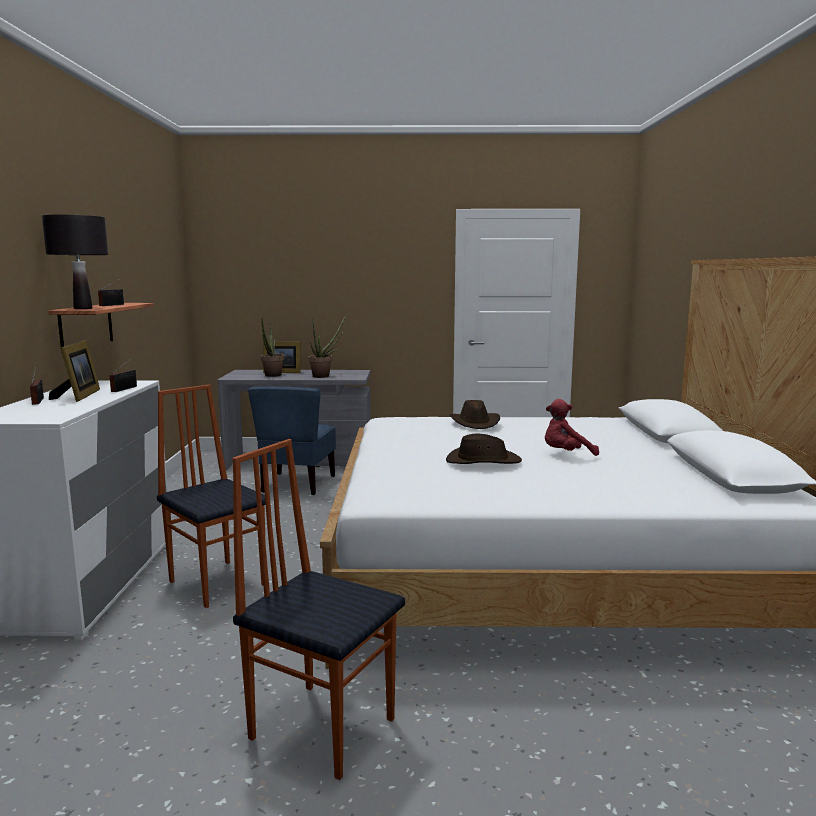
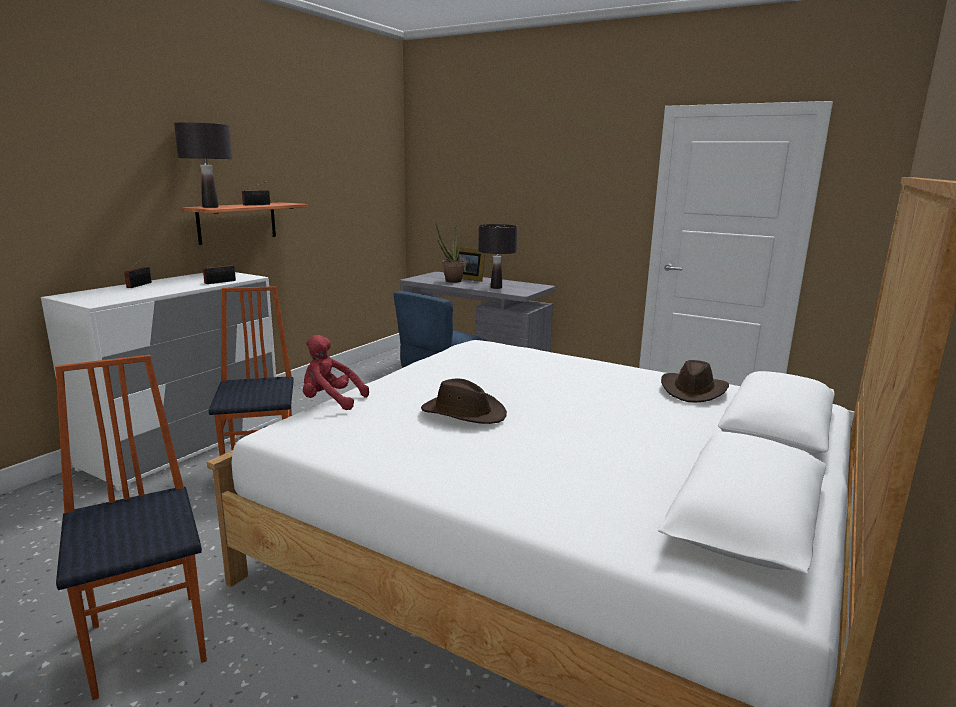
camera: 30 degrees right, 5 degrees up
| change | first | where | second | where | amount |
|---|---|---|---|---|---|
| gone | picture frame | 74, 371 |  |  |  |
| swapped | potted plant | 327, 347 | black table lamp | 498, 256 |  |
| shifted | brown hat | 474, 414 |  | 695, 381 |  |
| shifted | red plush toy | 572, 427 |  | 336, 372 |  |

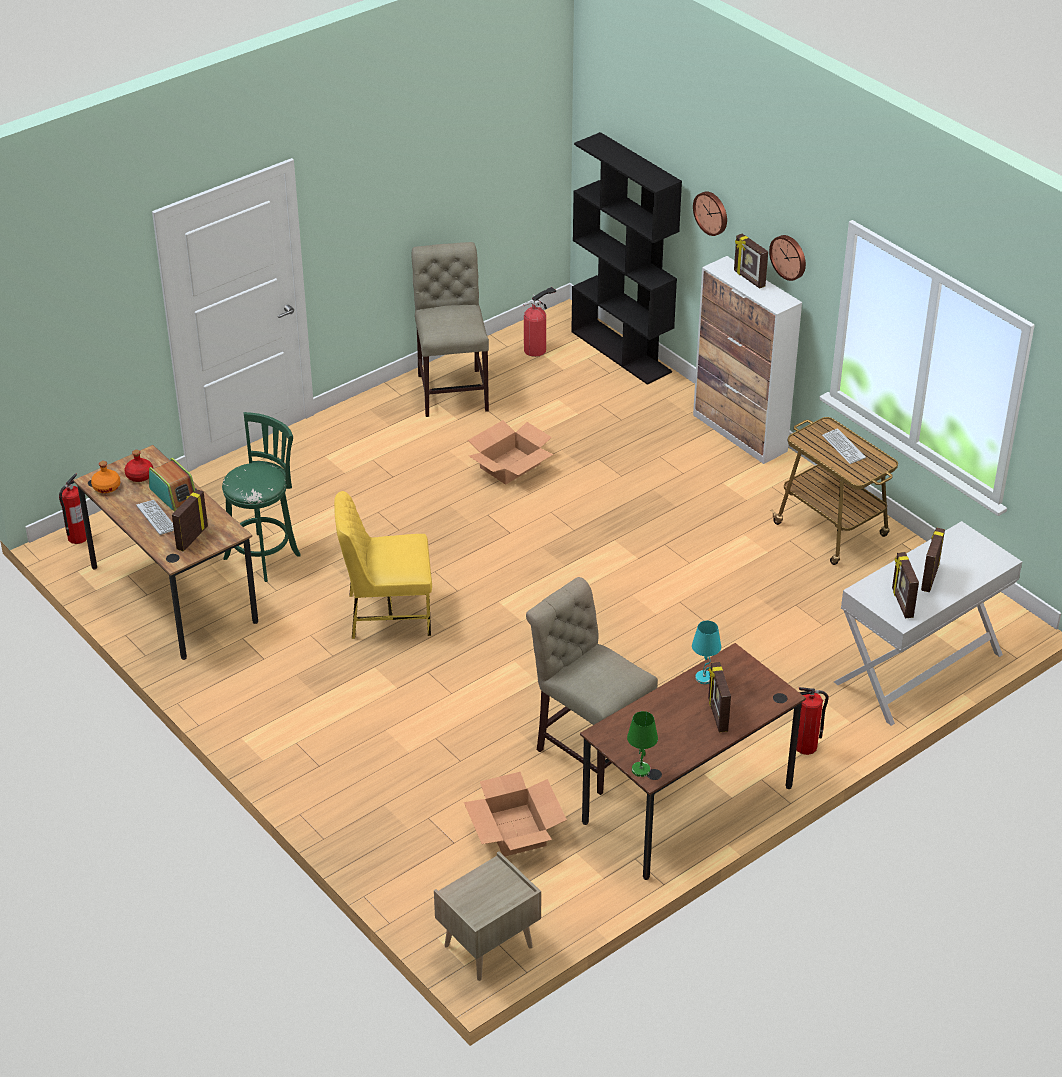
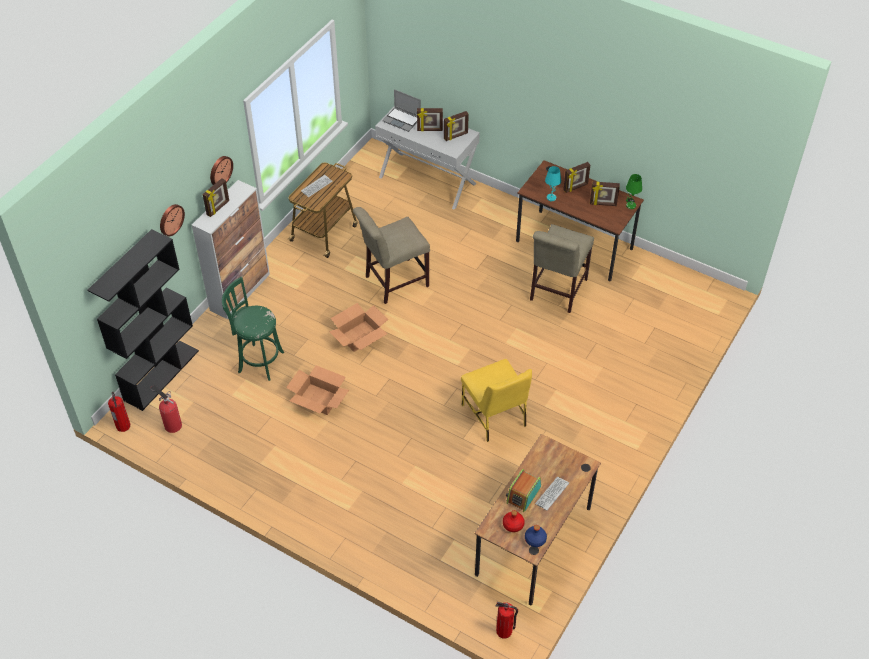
camera: 110 degrees left, 10 degrees up
| change | first | where | second | where | amount |
|---|---|---|---|---|---|
| repainted | orange bottle | 105, 477 | blue bottle | 536, 536 |  |
| shifted | picture frame | 190, 520 |  | 605, 193 |  |
| shifted | green stool | 261, 497 |  | 253, 329 |  |
| shifted | beige chair | 450, 329 |  | 391, 255 |  |
| gone | beige nightstand | 487, 916 |  |  |  |
| shifted | cardboard box | 515, 814 |  | 358, 327 |  |
| shifted | fire extinguisher | 812, 721 |  | 119, 411 |  |
| new |  |  | laptop | 401, 110 |  |

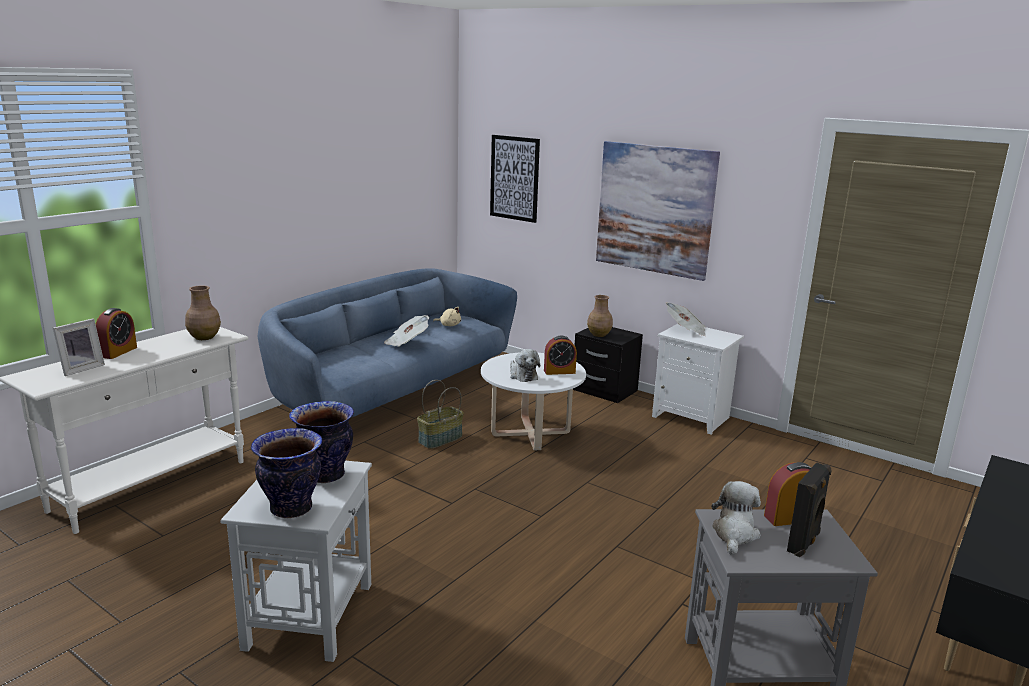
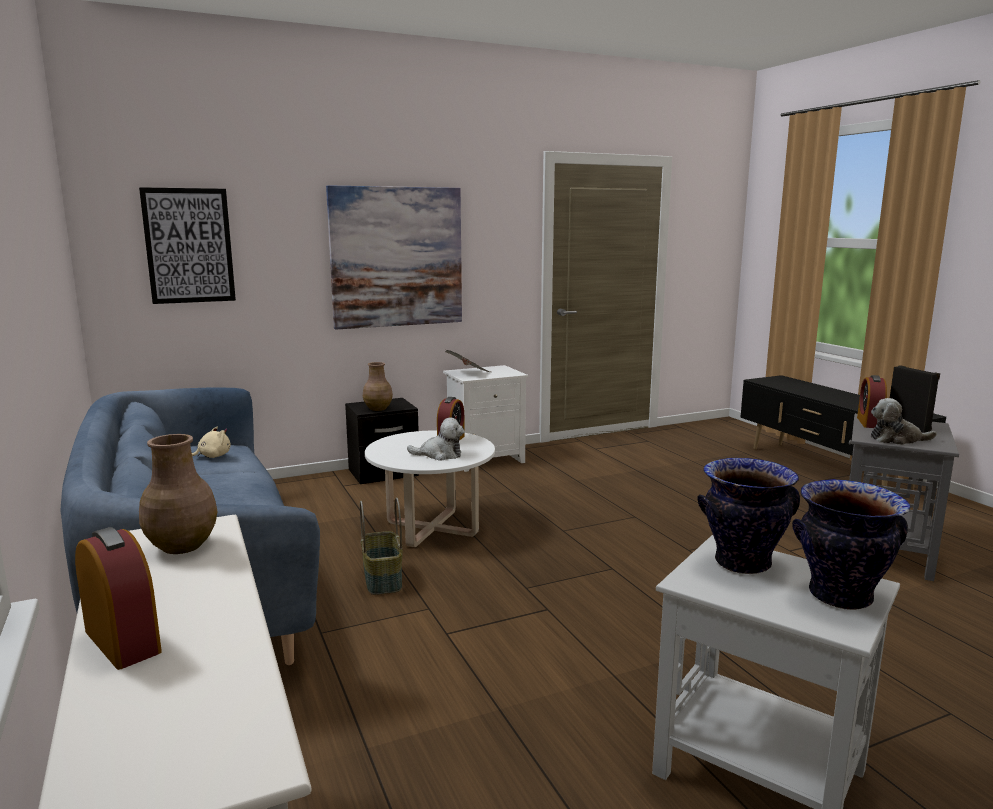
camera: 60 degrees left, 5 degrees down
| change | first | where | second | where | amount |
|---|---|---|---|---|---|
| gone | picture frame | 79, 347 |  |  |  |
| gone | newspaper | 407, 331 |  |  |  |
| rotated | plush toy | 736, 518 |  | 904, 421 | 45 degrees counterclockwise |

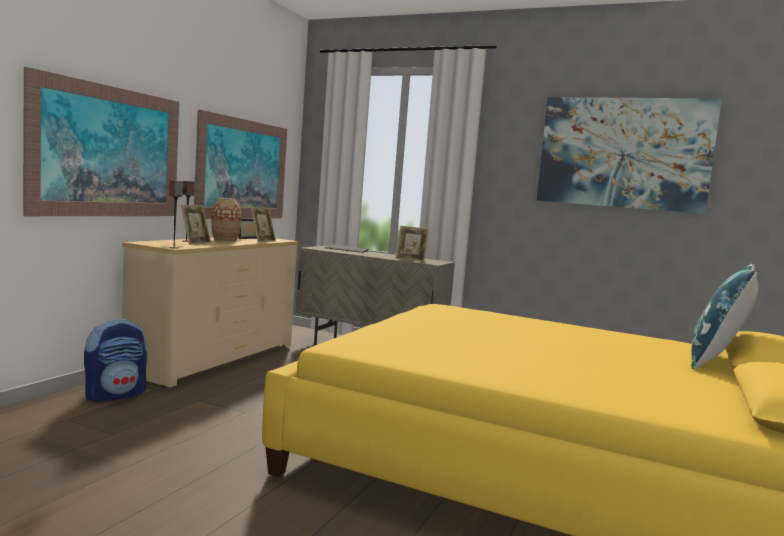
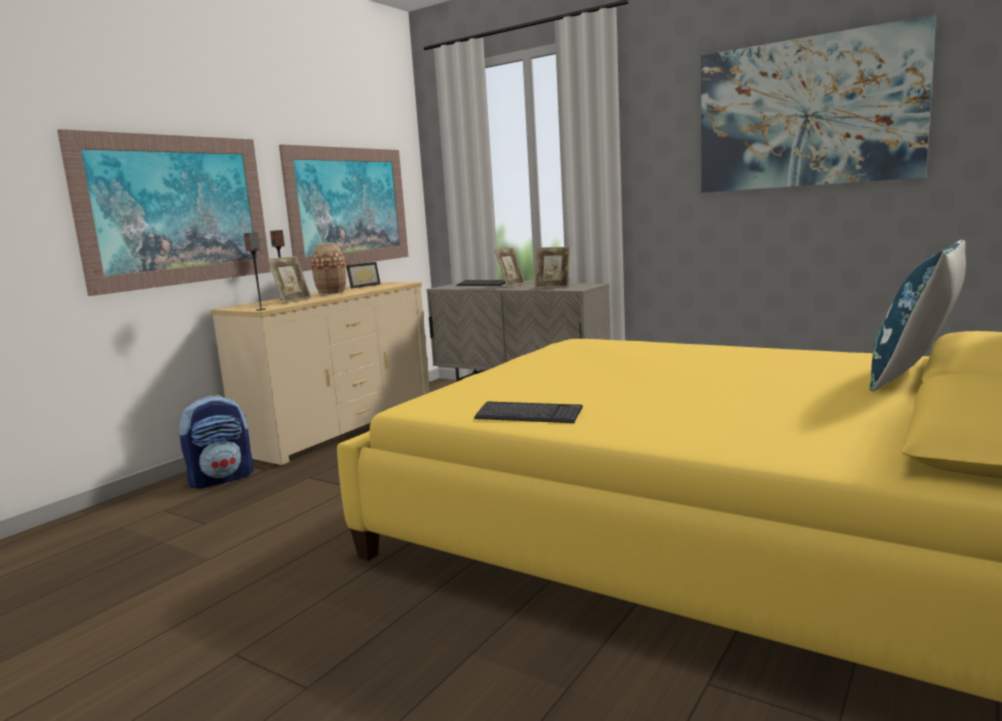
camera: 10 degrees right, 5 degrees up
| change | first | where | second | where | amount |
|---|---|---|---|---|---|
| shifted | picture frame | 263, 224 |  | 510, 267 |  |
| new |  |  | keyboard | 528, 412 |  |

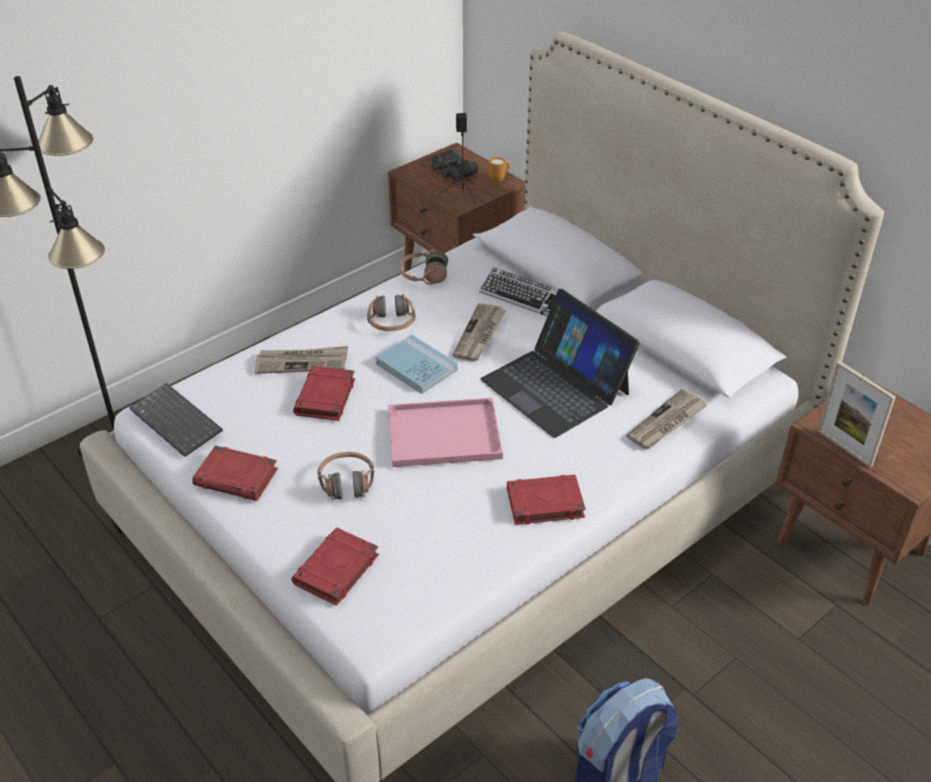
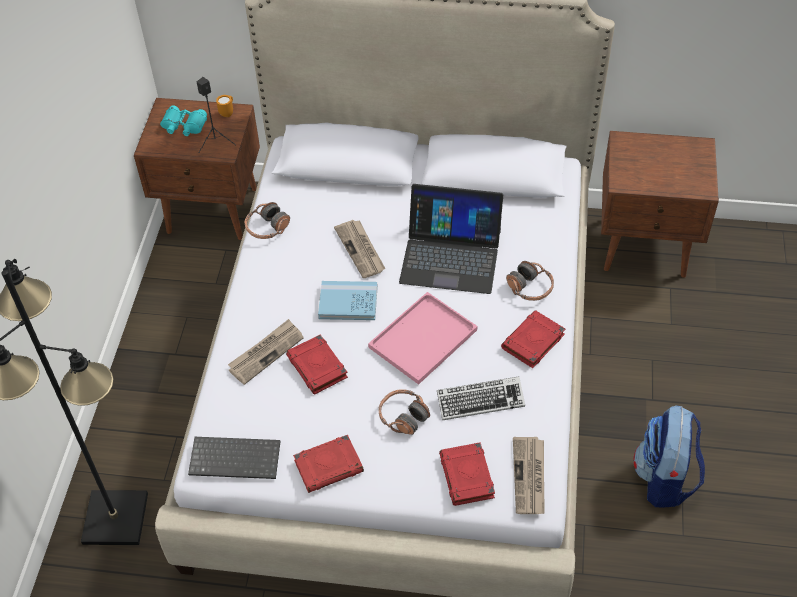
camera: 40 degrees left, 10 degrees up
| change | first | where | second | where | amount |
|---|---|---|---|---|---|
| shifted | headphones | 391, 312 |  | 530, 281 |  |
| repainted | black binoculars | 454, 165 | turquoise binoculars | 183, 121 |  |
| shifted | keyboard | 518, 291 |  | 481, 398 |  |
| shifted | newspaper | 666, 419 |  | 529, 475 |  |
| gone | picture frame | 857, 414 |  |  |  |

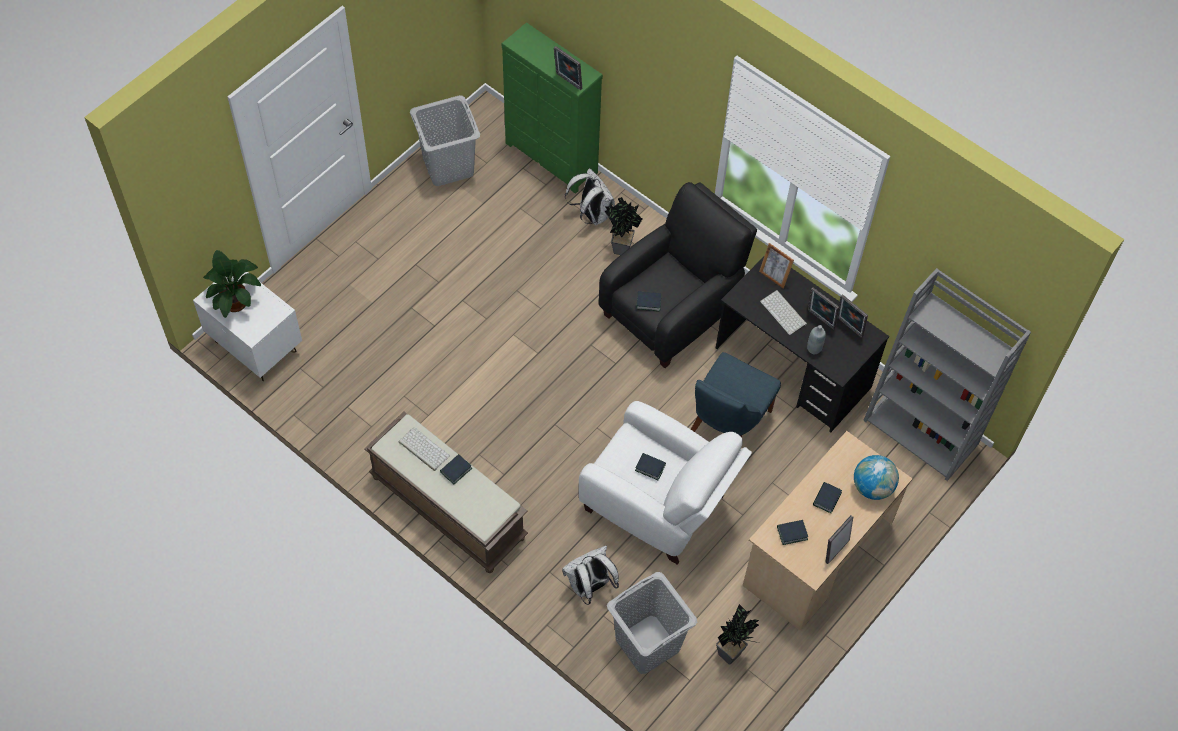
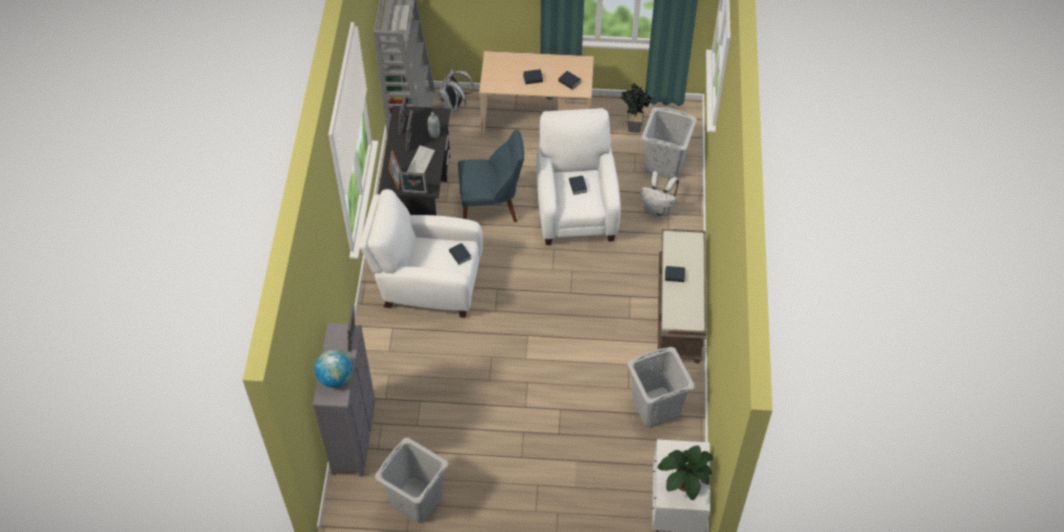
camera: 125 degrees left, 5 degrees down
| change | first | where | second | where | amount |
|---|---|---|---|---|---|
| shifted | keyboard | 424, 449 |  | 400, 18 |  |
| repainted | green dresser | 552, 108 | grey dresser | 344, 400 |  |
| shifted | white backpack | 590, 196 |  | 456, 90 |  |
| repainted | black armchair | 678, 275 | white armchair | 421, 253 |  |
| gone | potted plant | 623, 226 |  |  |  |
| shifted | picture frame | 839, 539 |  | 413, 183 |  |
| shifted | globe | 876, 477 |  | 333, 369 |  |
| new |  |  | grey laundry basket | 661, 387 |  |

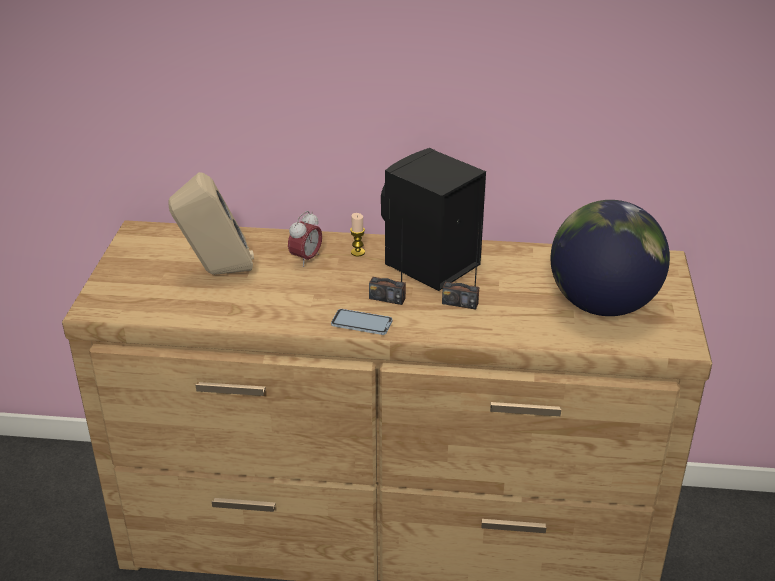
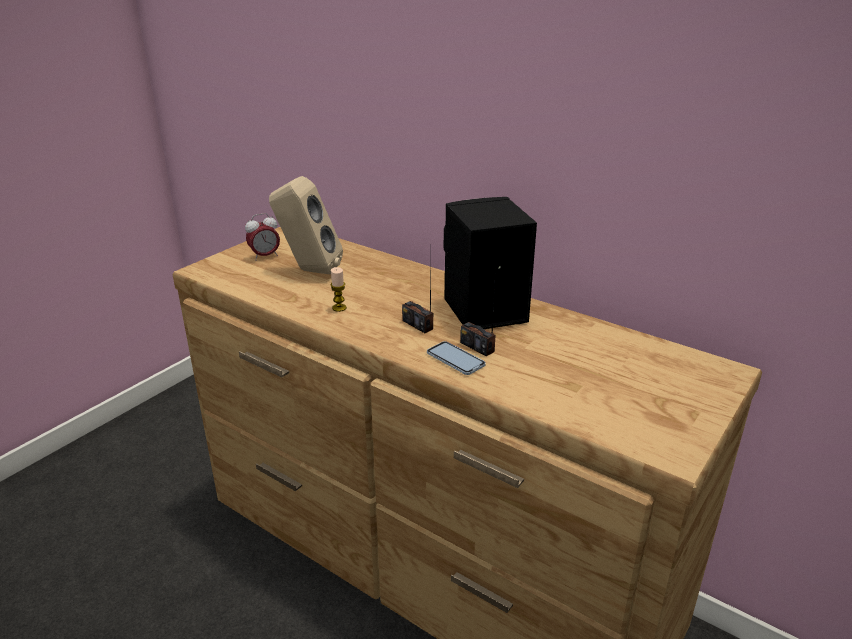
camera: 30 degrees right, 5 degrees down
| change | first | where | second | where | amount |
|---|---|---|---|---|---|
| shifted | alarm clock | 305, 239 |  | 262, 237 |  |
| shifted | phone | 361, 322 |  | 456, 358 |  |
| shifted | candle | 357, 234 |  | 338, 289 |  |
| gone | globe | 610, 258 |  |  |  |

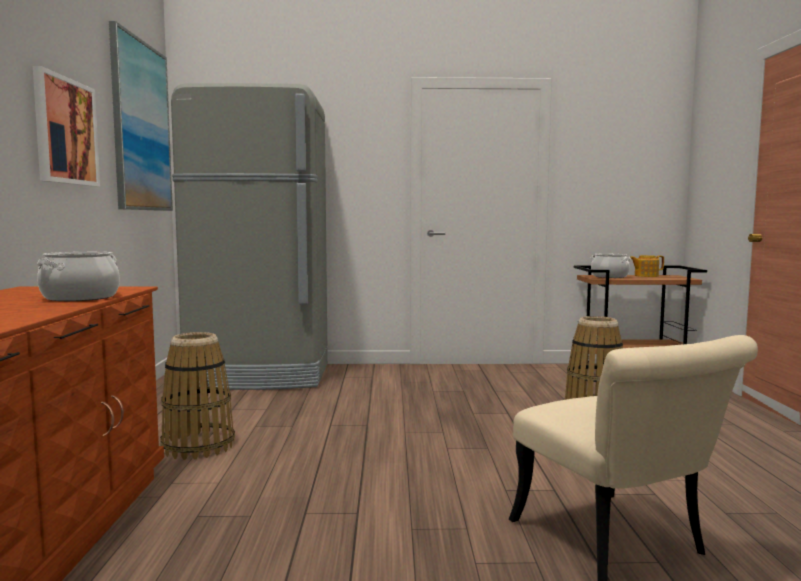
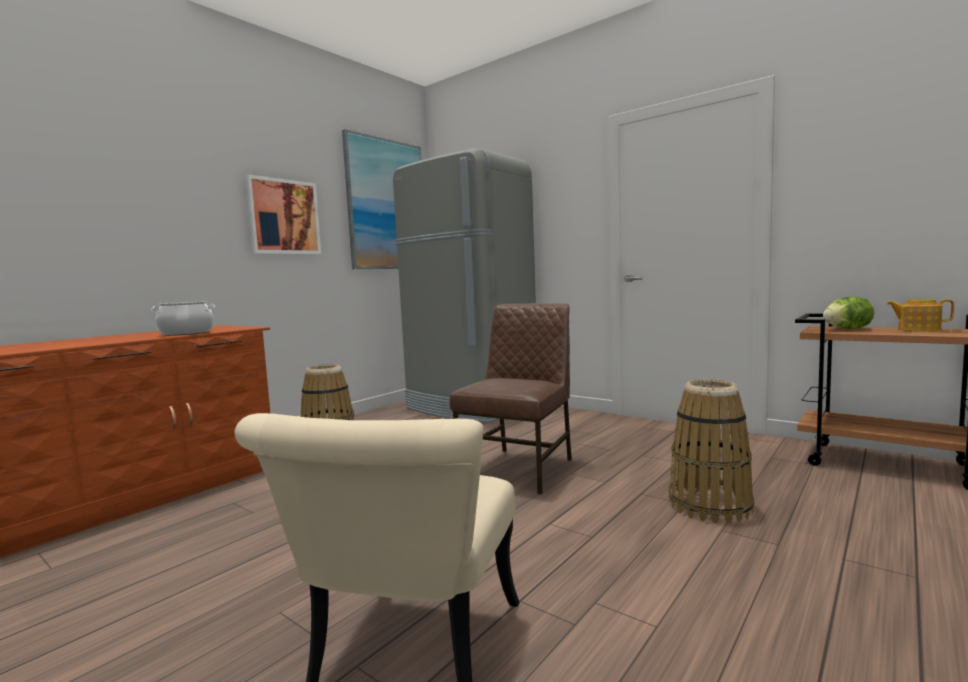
camera: 40 degrees right, 0 degrees up
| change | first | where | second | where | amount |
|---|---|---|---|---|---|
| swapped | cooking pot | 611, 266 | lettuce | 848, 312 |  |
| new |  |  | brown chair | 511, 399 |  |

